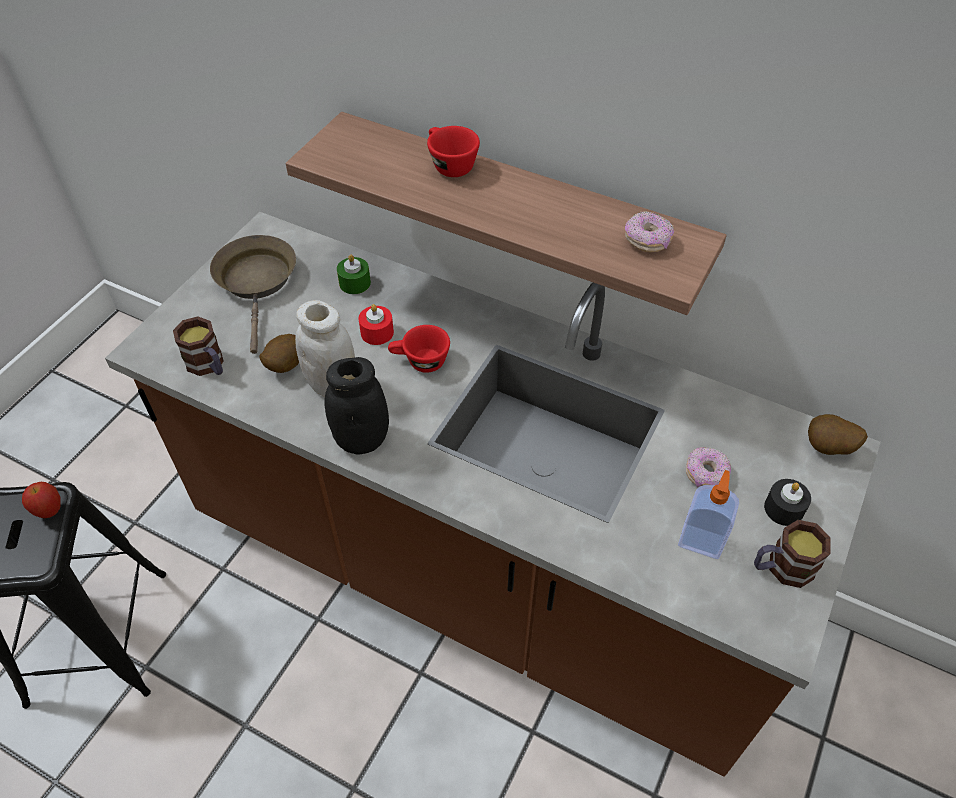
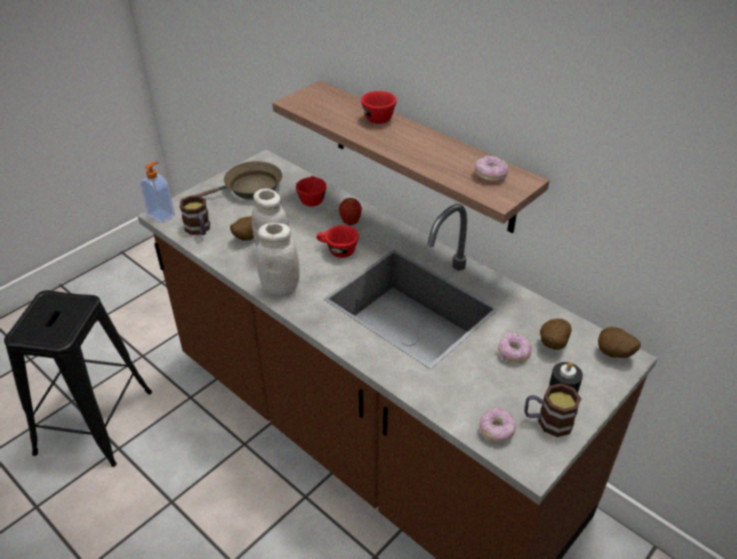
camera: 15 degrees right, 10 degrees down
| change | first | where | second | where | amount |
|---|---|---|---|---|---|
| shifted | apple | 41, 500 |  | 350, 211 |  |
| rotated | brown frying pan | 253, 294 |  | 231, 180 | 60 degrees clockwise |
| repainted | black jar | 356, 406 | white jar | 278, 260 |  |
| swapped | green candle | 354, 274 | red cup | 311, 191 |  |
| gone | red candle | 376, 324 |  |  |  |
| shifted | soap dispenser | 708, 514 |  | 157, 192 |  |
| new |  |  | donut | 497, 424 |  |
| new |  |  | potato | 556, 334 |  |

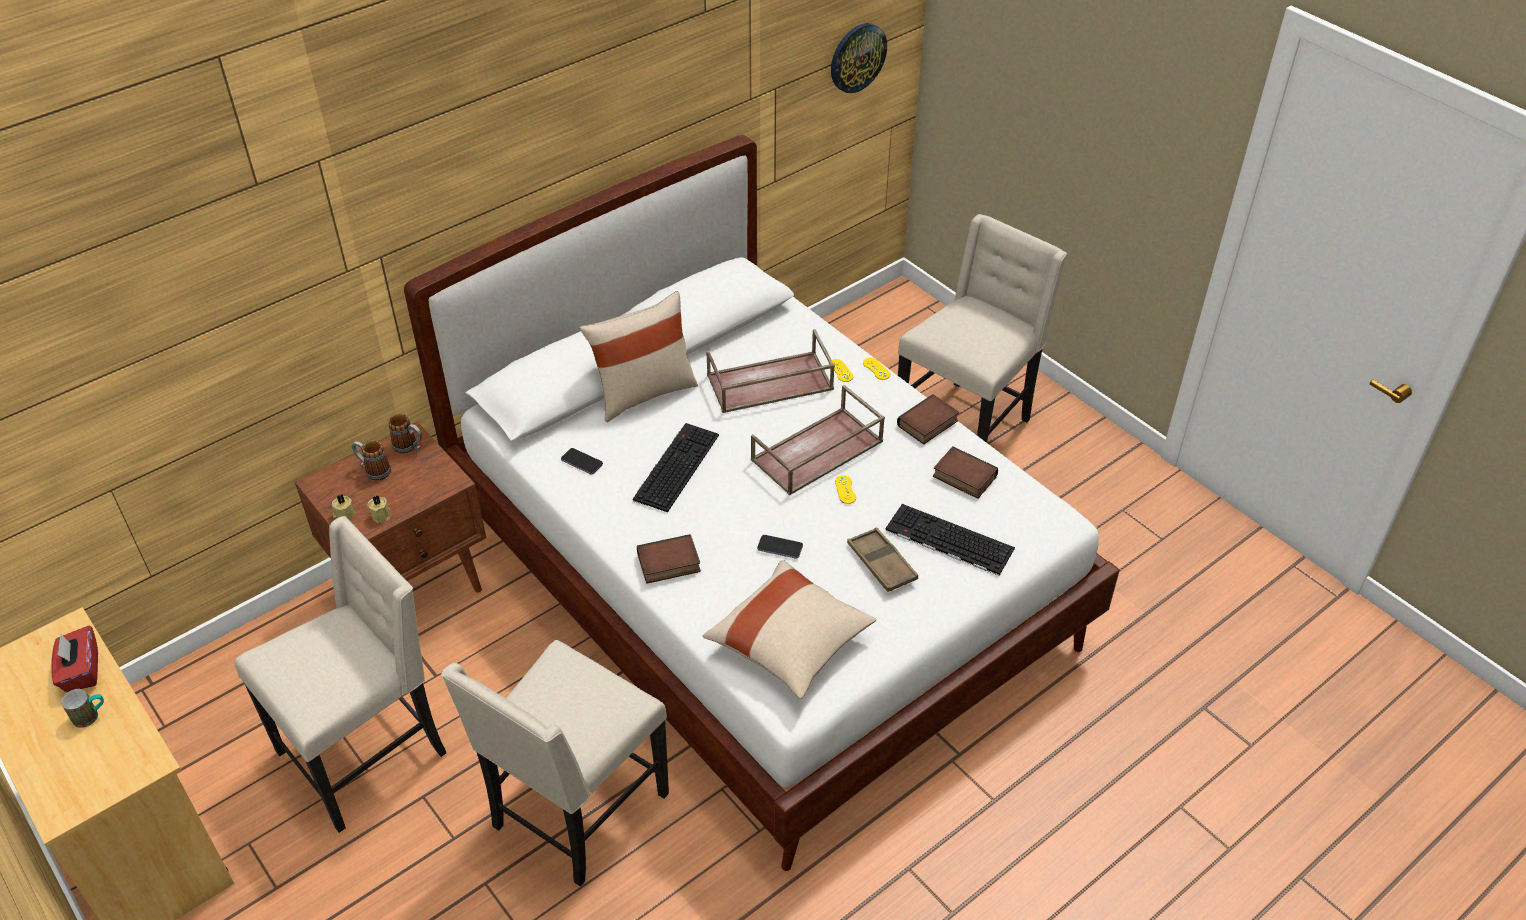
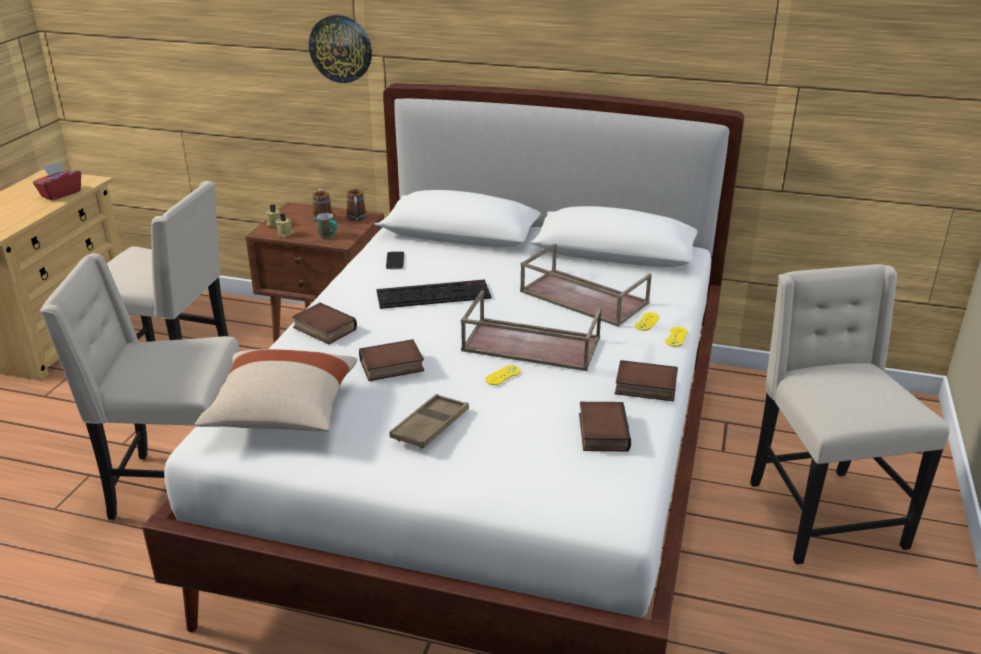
camera: 55 degrees right, 15 degrees down
| change | first | where | second | where | amount |
|---|---|---|---|---|---|
| shifted | mug | 82, 708 |  | 326, 226 |  |
| gone | beige pillow | 639, 356 |  |  |  |
| swapped | phone | 780, 546 | book | 391, 360 |  |
| shifted | wall clock | 859, 58 |  | 340, 49 |  |
| gone | keyboard | 950, 540 |  |  |  |
| rotated | beige chair | 982, 328 |  | 850, 414 | 105 degrees counterclockwise |

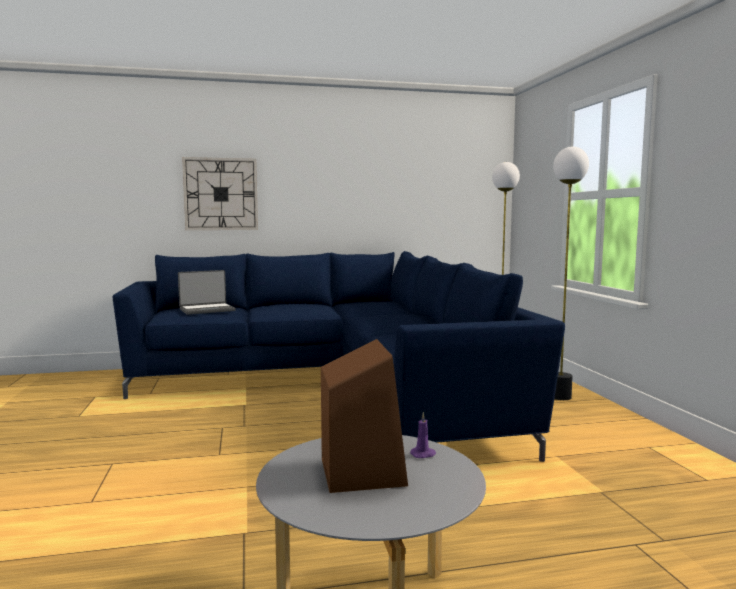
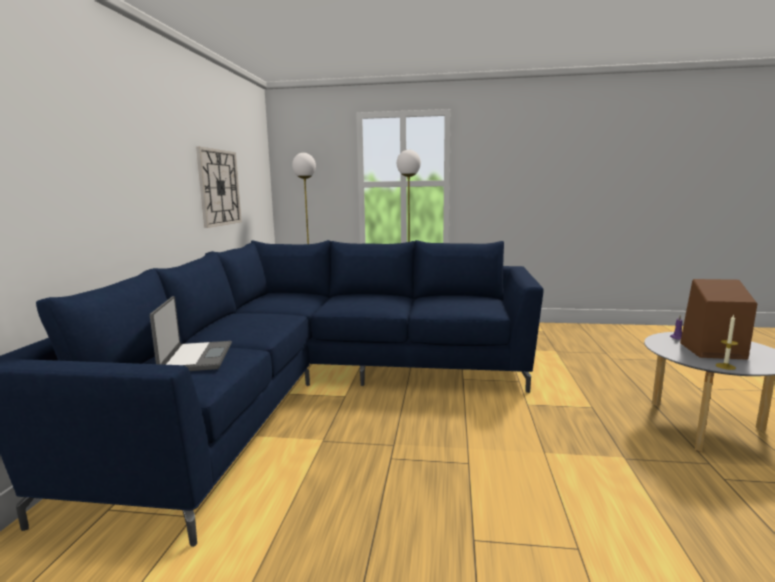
camera: 70 degrees left, 5 degrees up
| change | first | where | second | where | amount |
|---|---|---|---|---|---|
| shifted | wall clock | 220, 193 |  | 219, 187 |  |
| new |  |  | candle | 727, 342 |  |

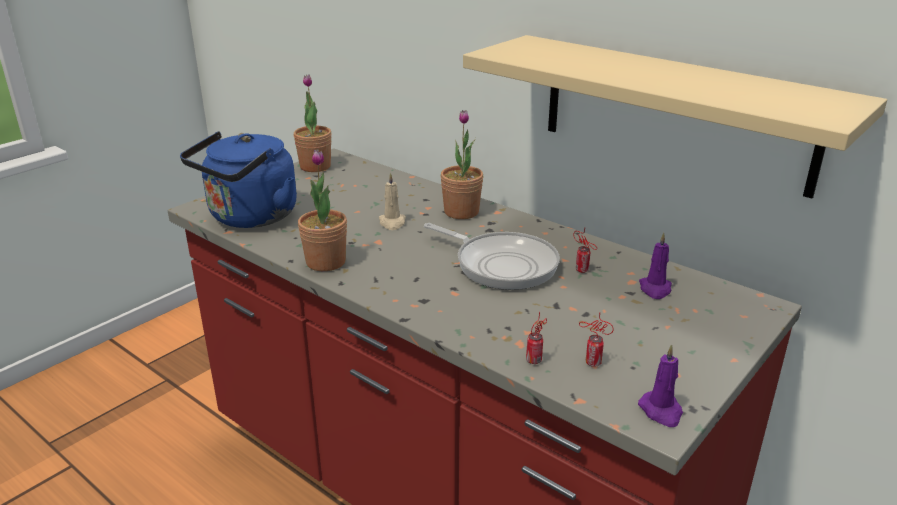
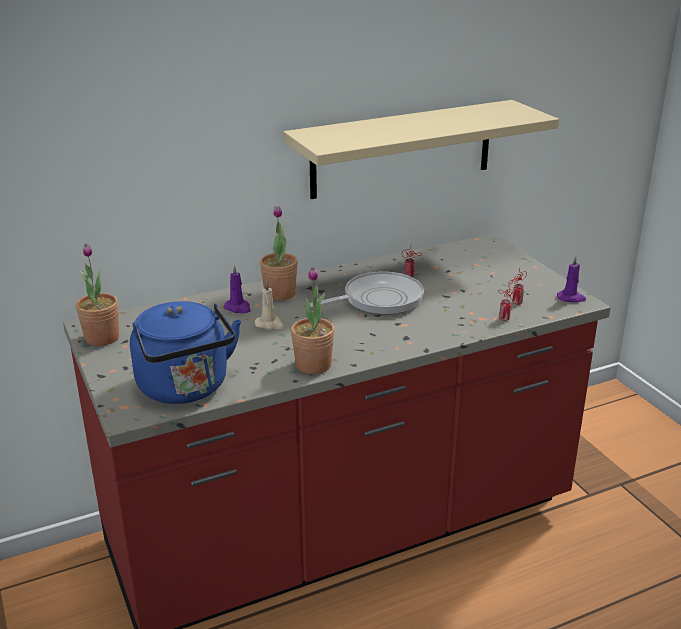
camera: 65 degrees left, 0 degrees up
| change | first | where | second | where | amount |
|---|---|---|---|---|---|
| shifted | purple candle | 655, 266 |  | 237, 289 |  |

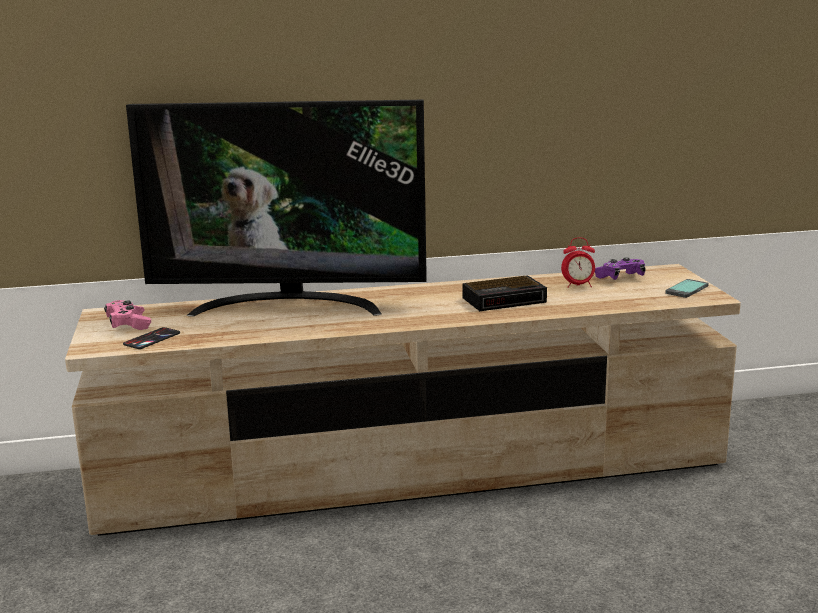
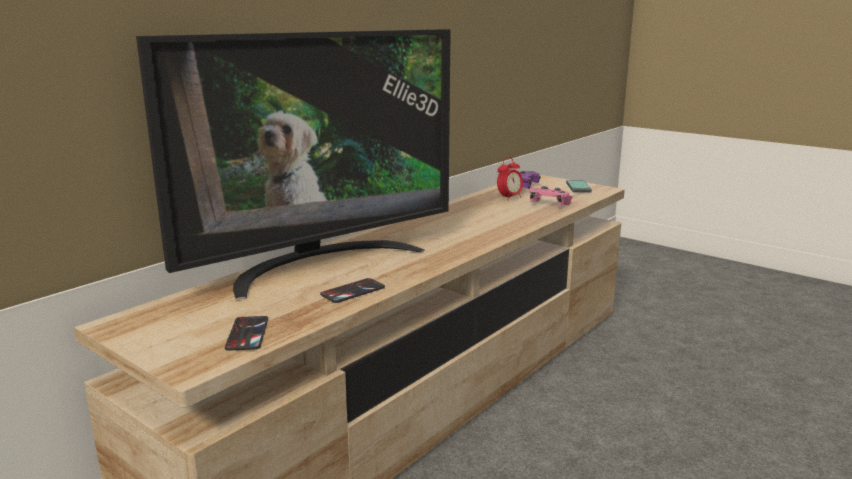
camera: 40 degrees left, 0 degrees up
| change | first | where | second | where | amount |
|---|---|---|---|---|---|
| shifted | pink game controller | 127, 315 |  | 551, 196 |  |
| gone | alarm clock | 505, 293 |  |  |  |
| new |  |  | phone | 352, 290 |  |

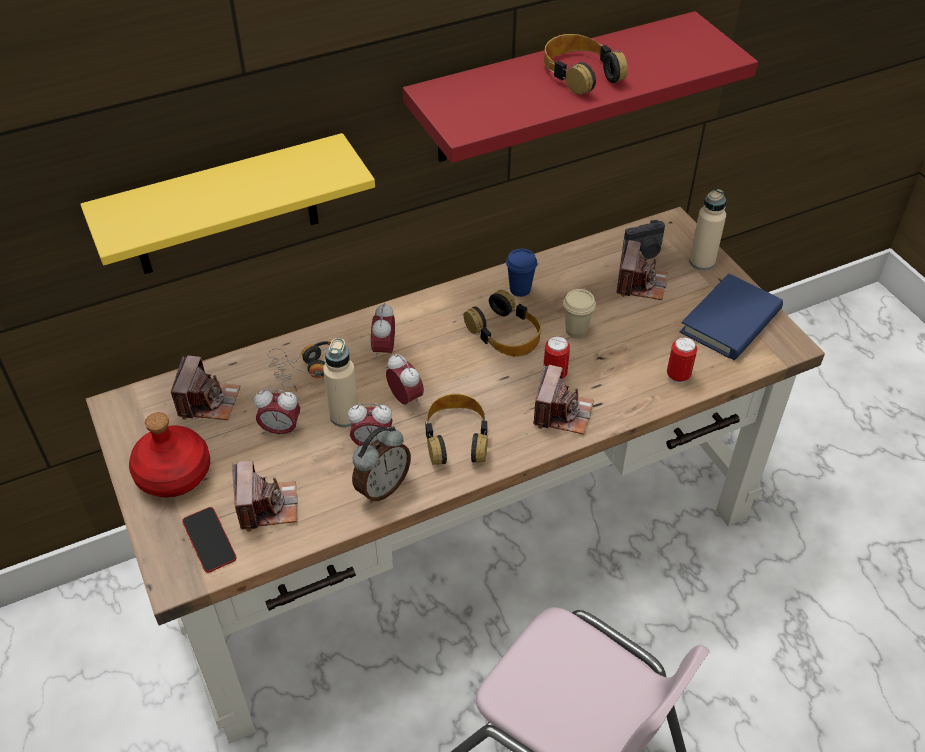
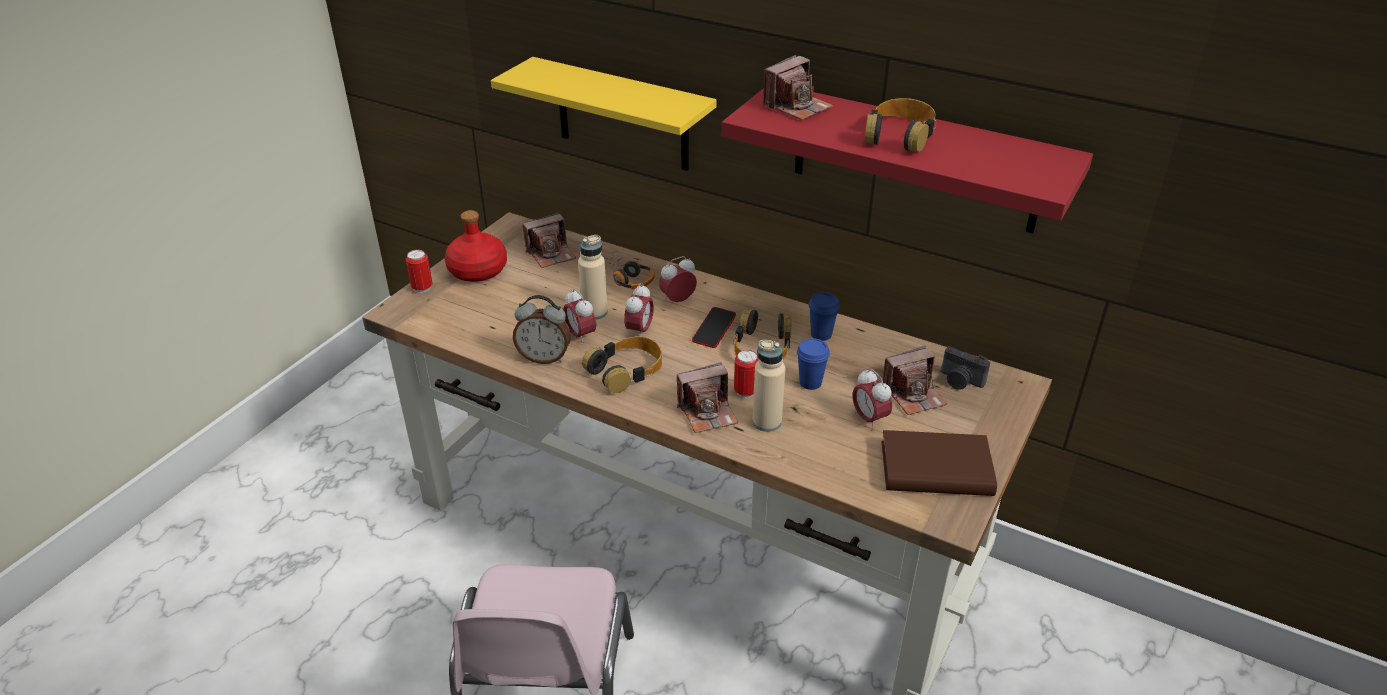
camera: 55 degrees right, 10 degrees down
| change | first | where | second | where | amount |
|---|---|---|---|---|---|
| shifted | phone | 209, 540 |  | 714, 327 |  |
| shifted | photo camera | 265, 496 |  | 798, 87 |  |
| shifted | alarm clock | 277, 413 |  | 872, 399 |  |
| repainted | beige cup | 579, 313 | blue cup | 813, 364 |  |
| shifted | can | 682, 360 |  | 419, 271 |  |
| repainted | blue book | 731, 317 | brown book | 939, 463 |  |
| shifted | beige bottle | 707, 229 |  | 768, 386 |  |

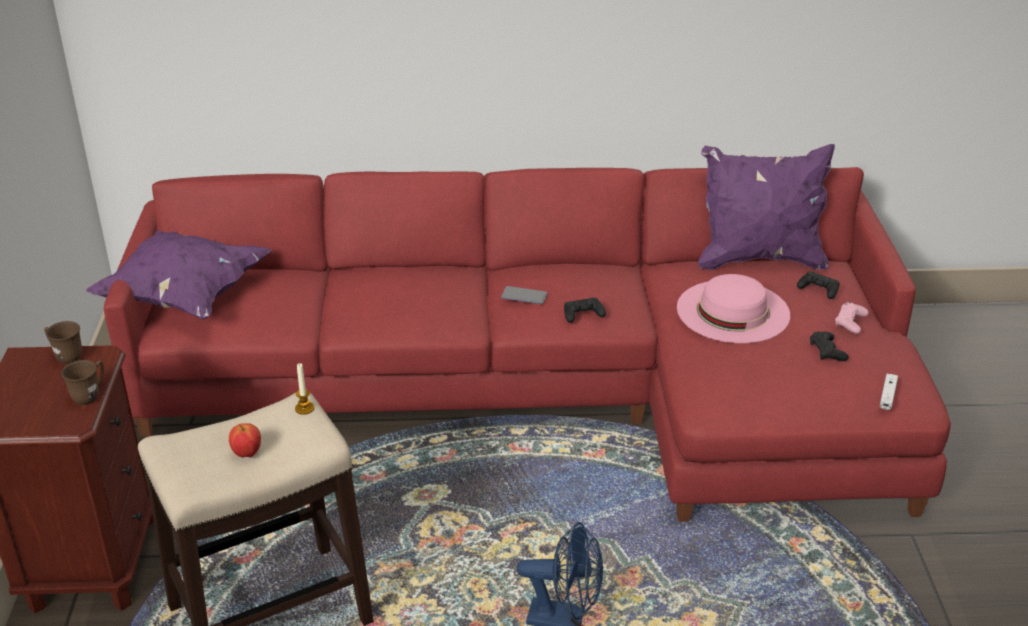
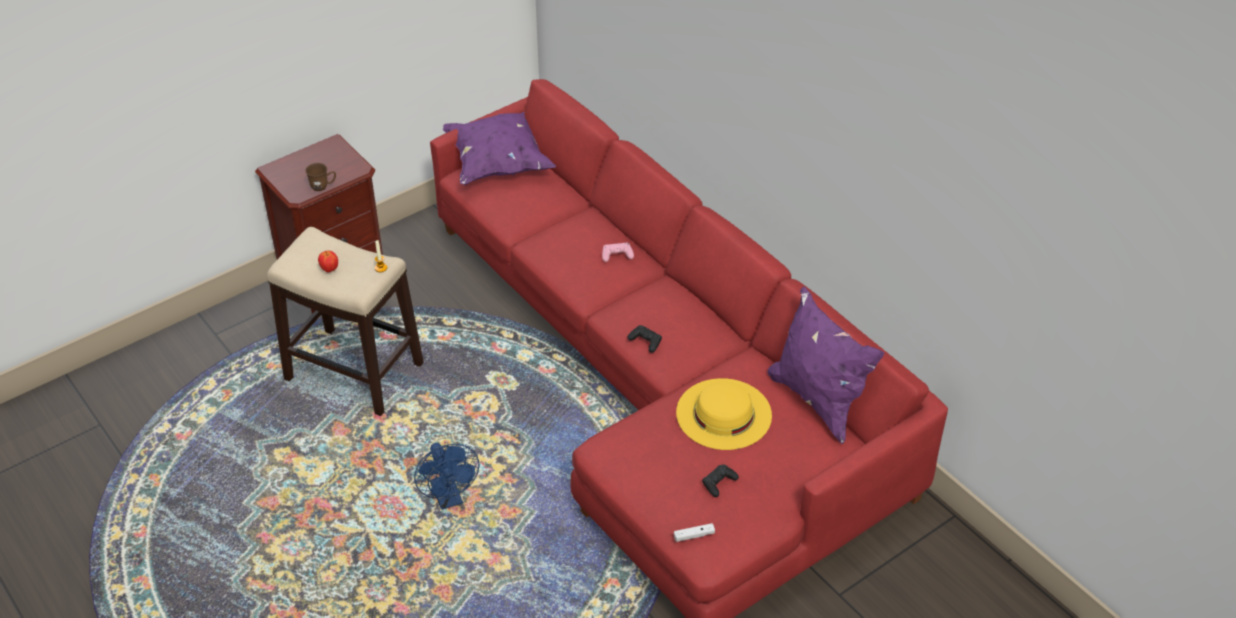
camera: 55 degrees right, 10 degrees up
| change | first | where | second | where | amount |
|---|---|---|---|---|---|
| gone | brown mug | 63, 342 |  |  |  |
| gone | phone | 524, 295 |  |  |  |
| repainted | pink hat | 733, 308 | yellow hat | 724, 414 |  |
| gone | black game controller | 818, 285 |  |  |  |
| shifted | pink game controller | 852, 318 |  | 618, 252 |  |

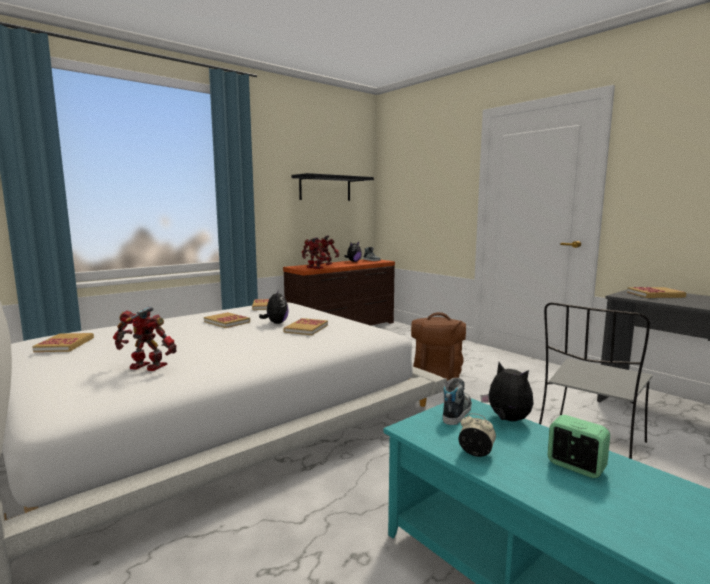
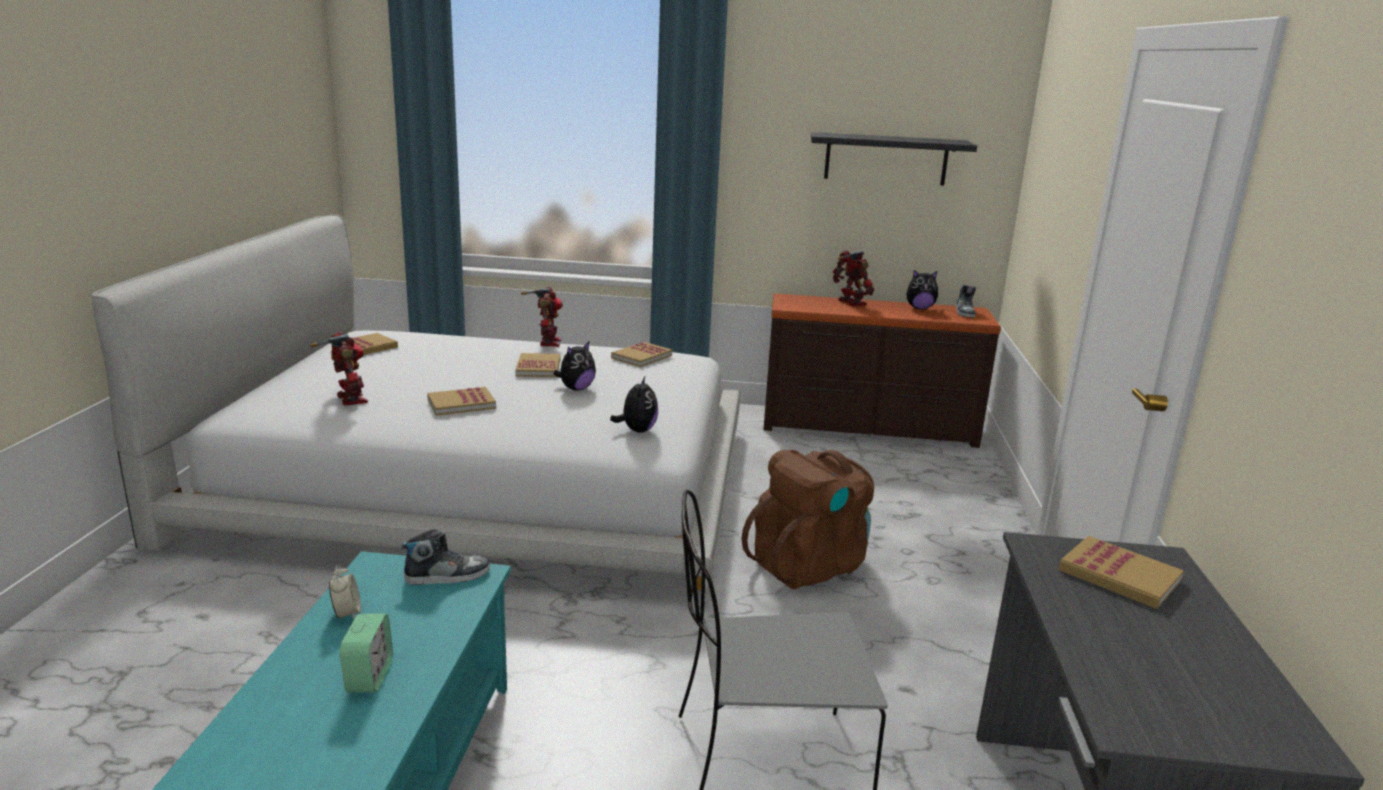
camera: 45 degrees right, 10 degrees up
| change | first | where | second | where | amount |
|---|---|---|---|---|---|
| shifted | book | 306, 326 |  | 461, 401 |  |
| shifted | toy robot | 314, 253 |  | 542, 317 |  |
| shifted | plush toy | 507, 391 |  | 634, 404 |  |

